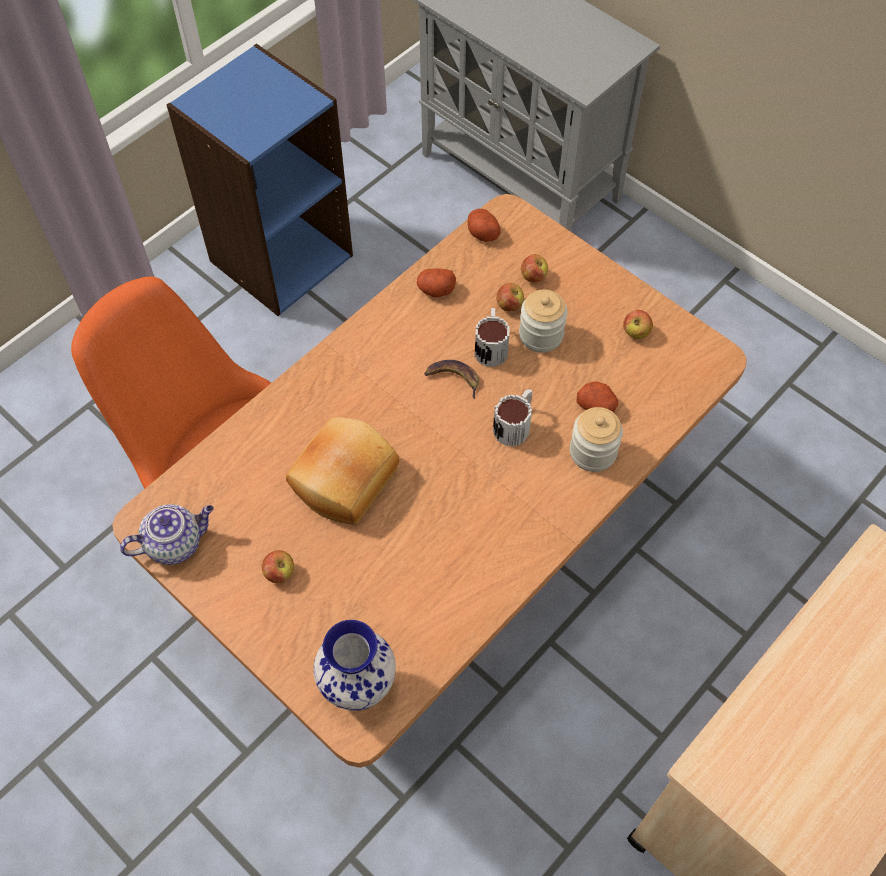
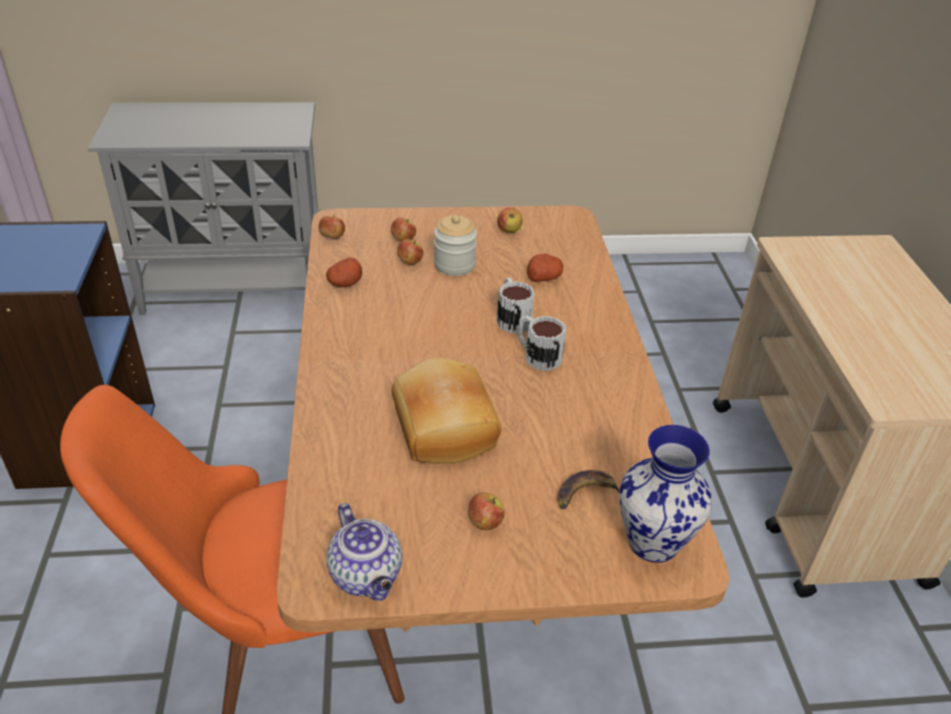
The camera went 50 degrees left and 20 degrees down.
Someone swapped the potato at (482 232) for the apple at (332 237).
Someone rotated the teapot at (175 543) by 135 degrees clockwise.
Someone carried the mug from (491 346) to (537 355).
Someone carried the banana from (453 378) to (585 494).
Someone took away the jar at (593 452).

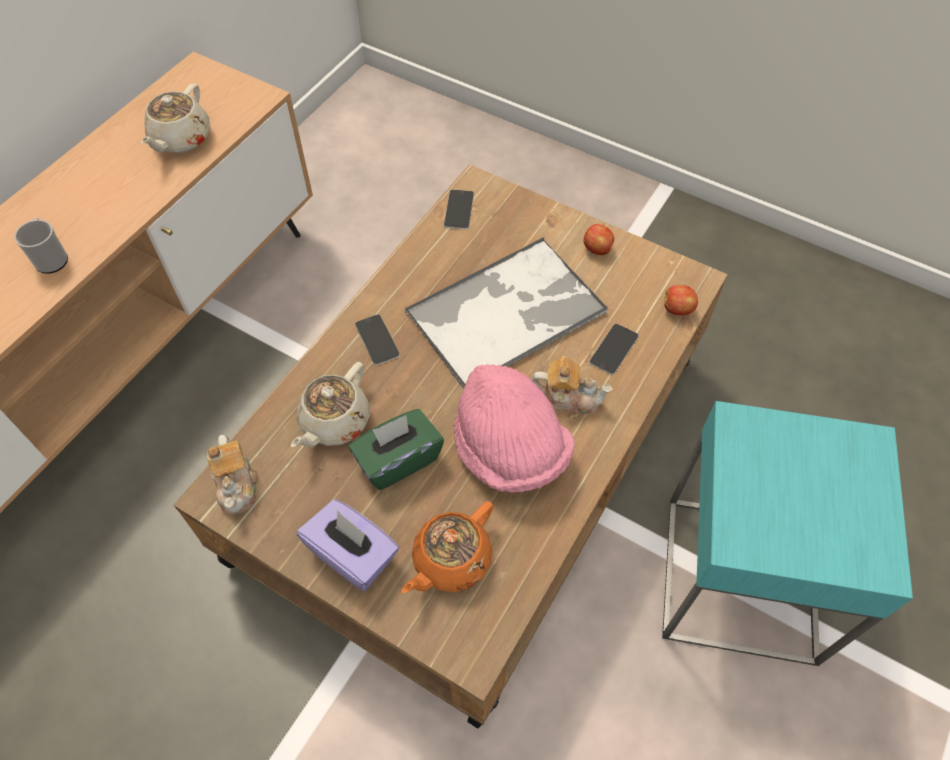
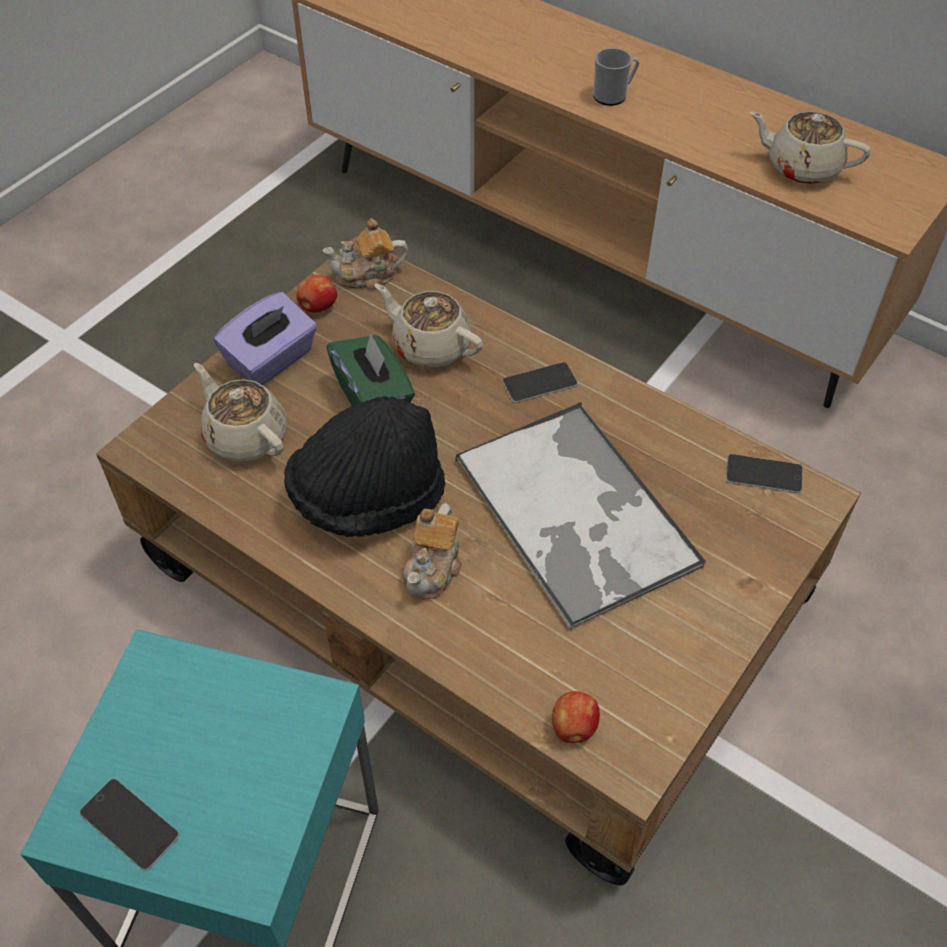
The camera went 95 degrees right and 5 degrees down.
Someone carried the phone from (614 349) to (129 824).
Someone repainted the teapot/orange at (450 560), which became the teapot/beige at (245 435).
Someone repainted the hat/pink at (509 450), which became the hat/black at (368 498).
Someone carried the apple from (597 249) to (318 307).

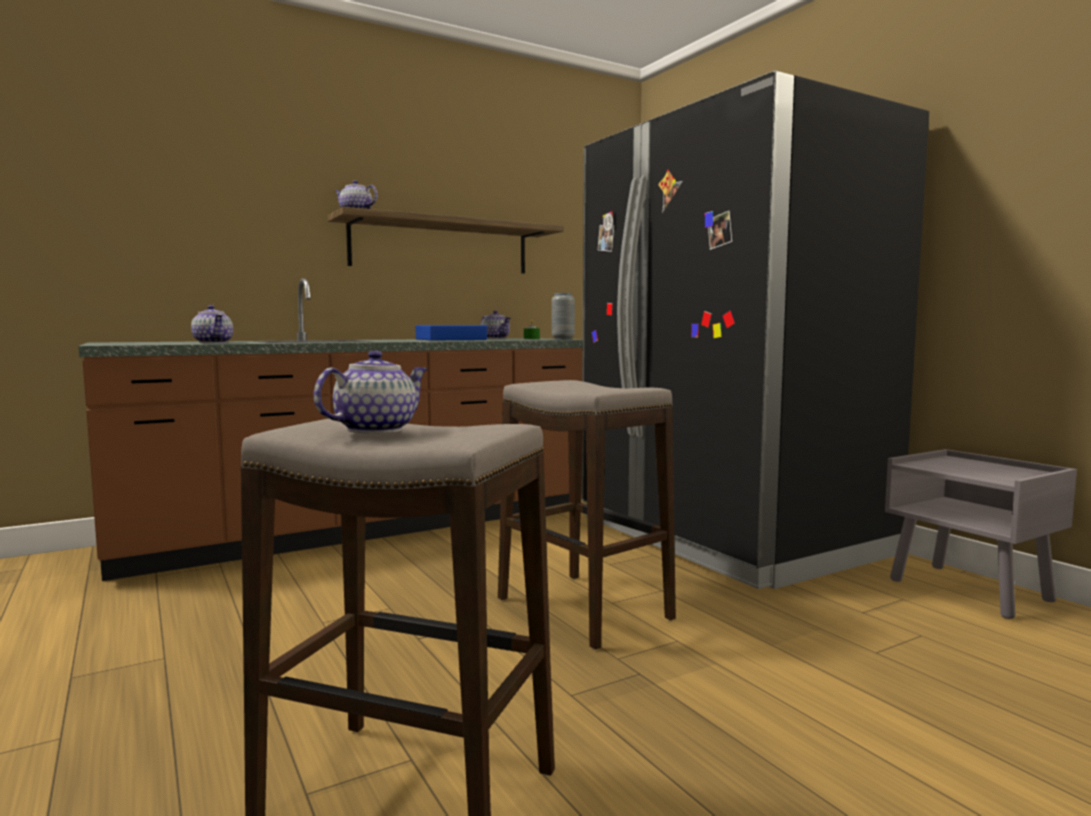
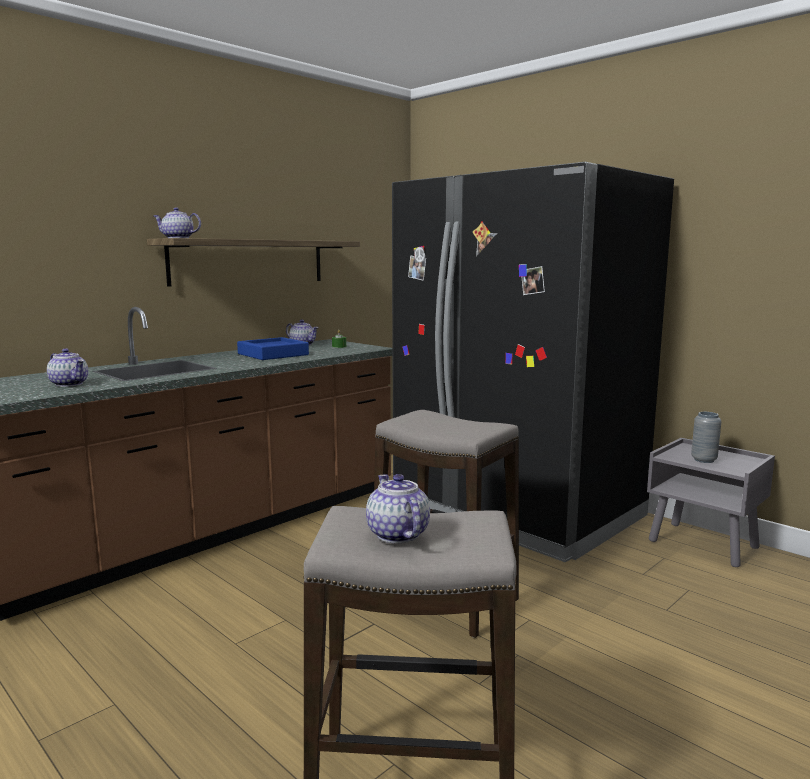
The camera went 15 degrees left and 5 degrees up.
Someone rotated the teapot at (376 429) by 45 degrees counterclockwise.
Someone carried the vase/grey from (563 339) to (704 460).

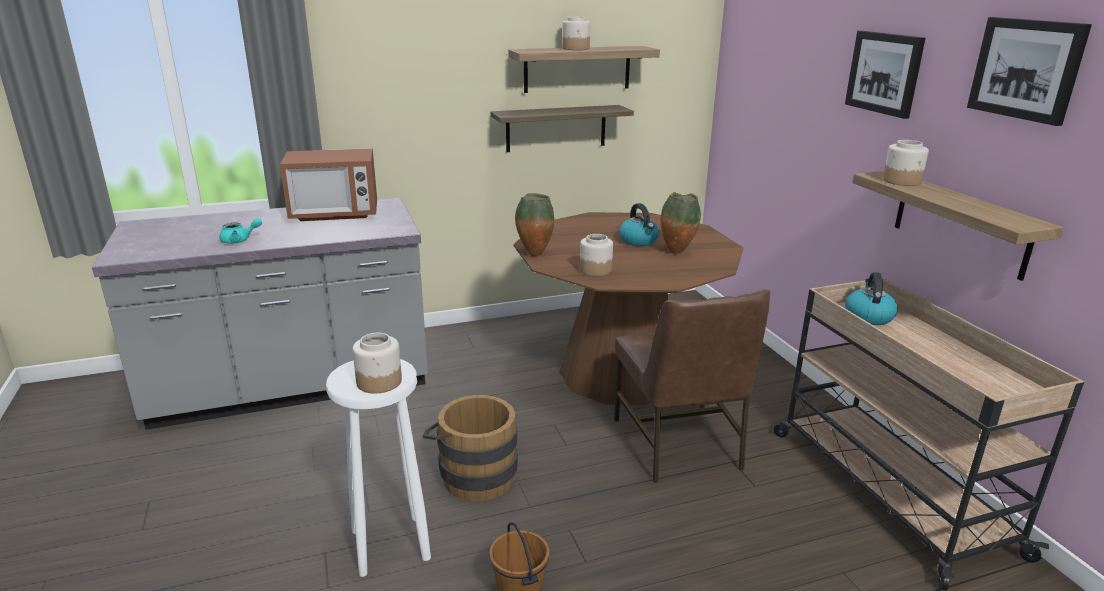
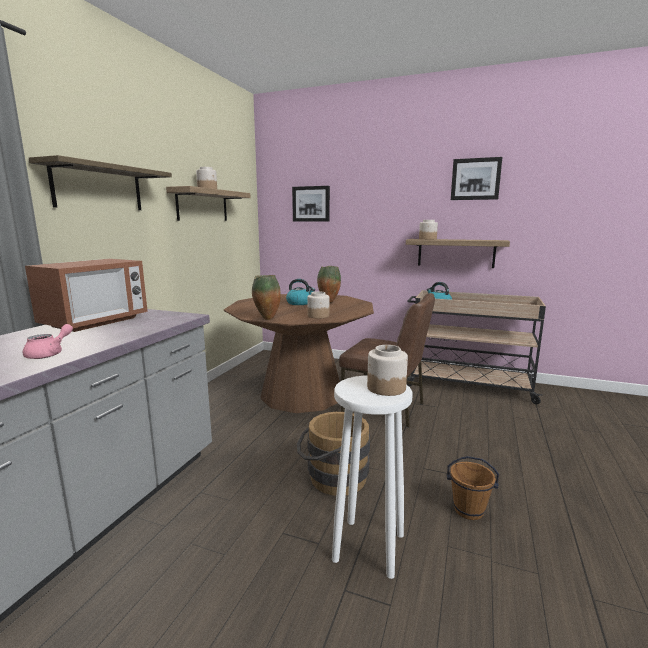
The camera went 50 degrees left and 10 degrees down.
Someone repainted the teapot/turquoise at (239 240), which became the teapot/pink at (50 354).
Someone carried the shelf from (556 128) to (99 188).
Someone carried the picture from (884 73) to (311 204).

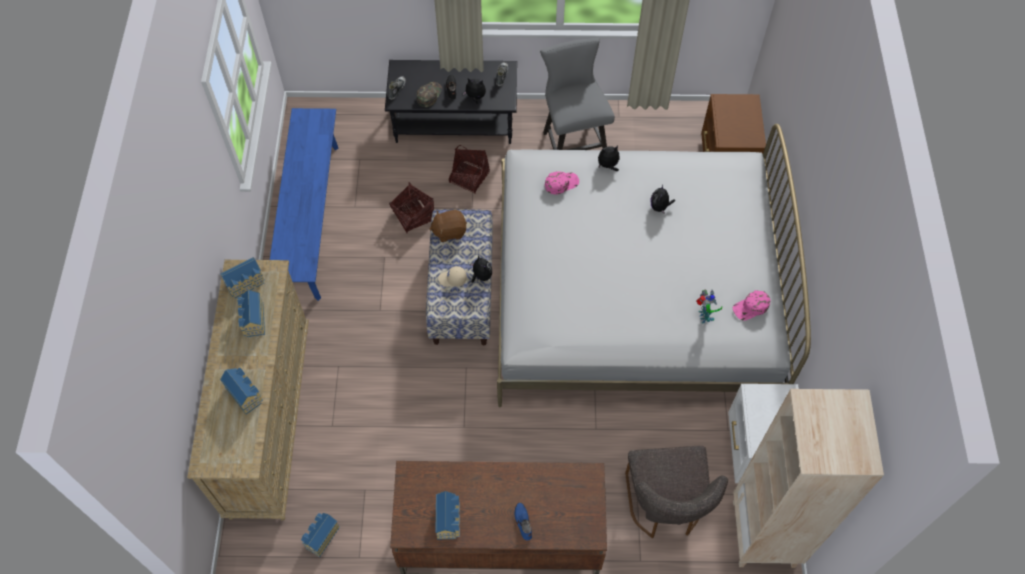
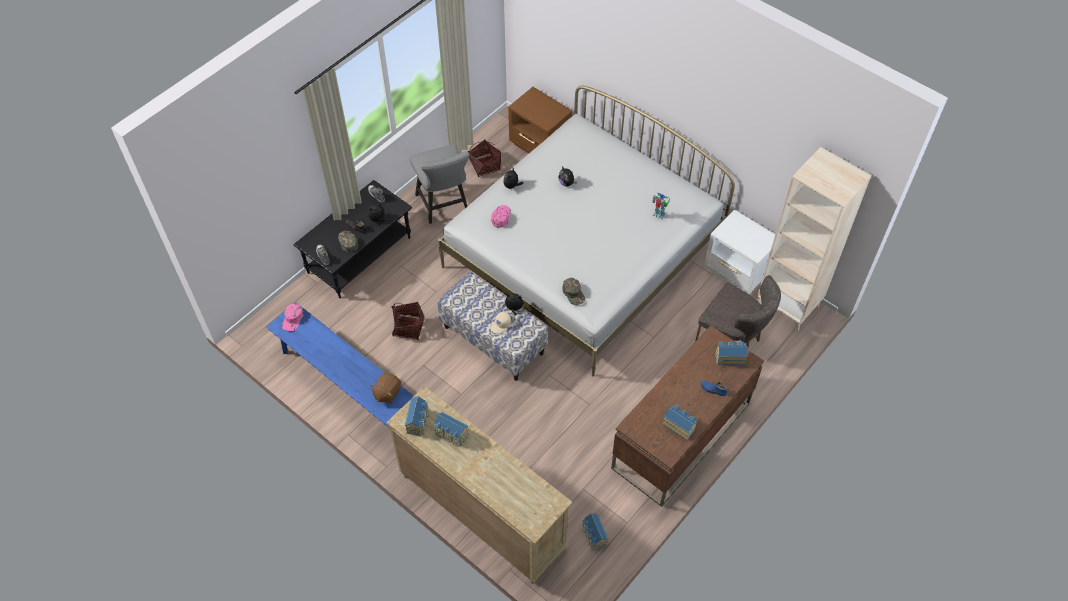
The camera went 50 degrees left and 5 degrees down.
Someone carried the cap/pink from (751 307) to (293 319).
Someone carried the plush toy/brown from (449 231) to (387 393).
Someone rotated the chair/grey at (572 142) by 135 degrees counterclockwise.
Someone carried the basket from (469 177) to (484 166).
Someone put down the cap/green at (573 293).
Someone carried the toy house from (245 393) to (729 357).

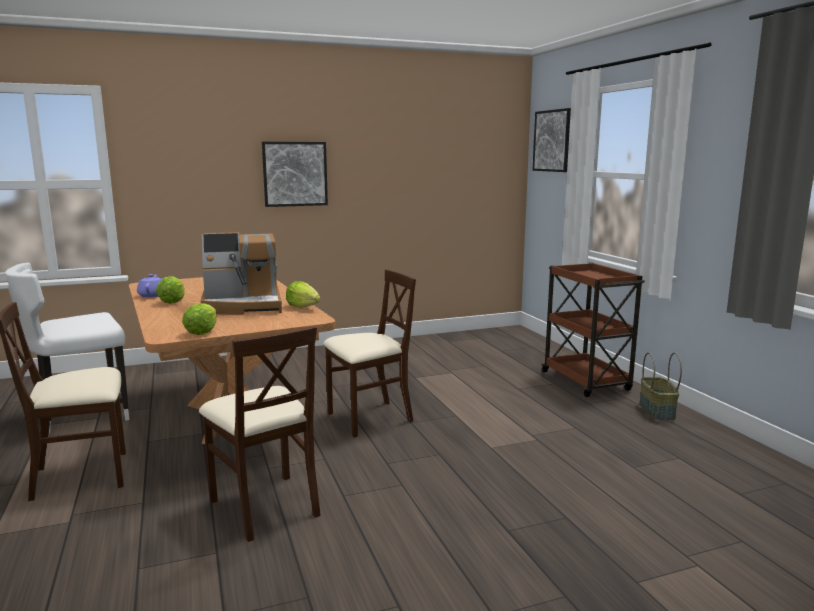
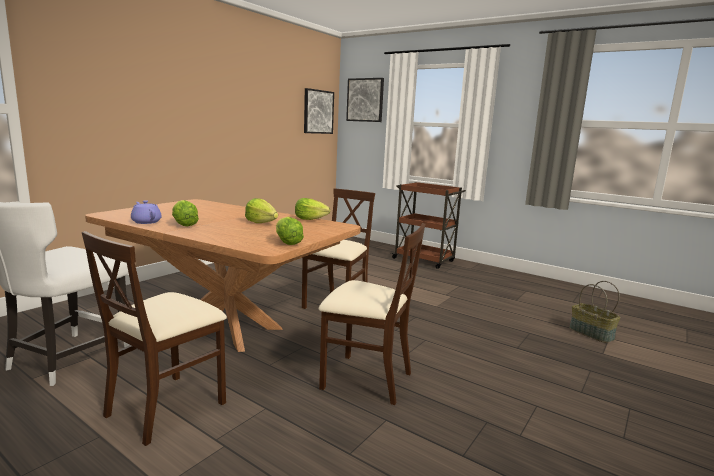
The camera went 35 degrees left and 0 degrees up.
Someone swapped the coffee machine at (243 306) for the lettuce at (261 222).
Someone carried the picture from (295 174) to (318 112).
Someone carried the basket from (656 410) to (590 333).

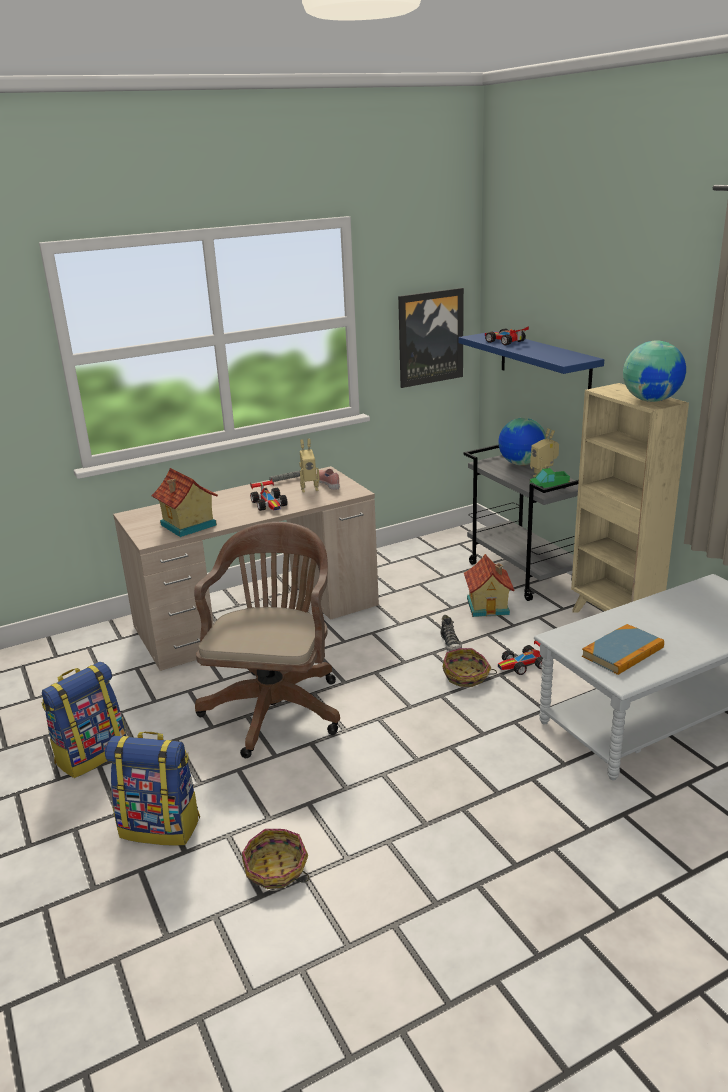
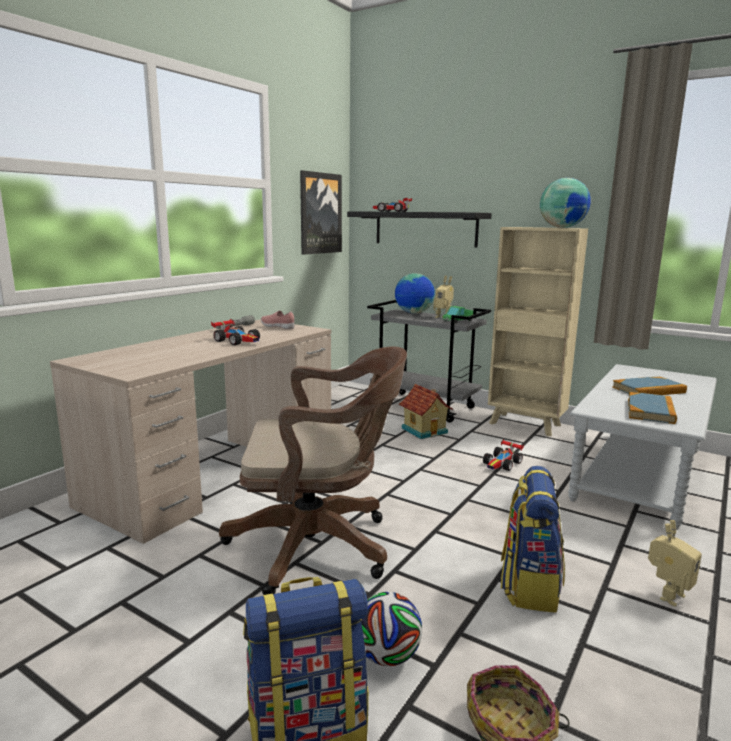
The camera went 30 degrees left and 10 degrees down.
Someone rotated the office chair/brown at (276 706) by 105 degrees clockwise.
Someone repainted the shelf/blue at (544 363), which became the shelf/black at (425 228).
Someone put down the football at (387 656).
Someone carried the backpack from (92 754) to (529 585).
Someone put down the book at (648 390).
Someone carried the toy robot from (309 488) to (667 595).
Someone took away the toy house at (187 525).
Someone took away the shoe at (451 644).
Someone took away the basket at (466 676).

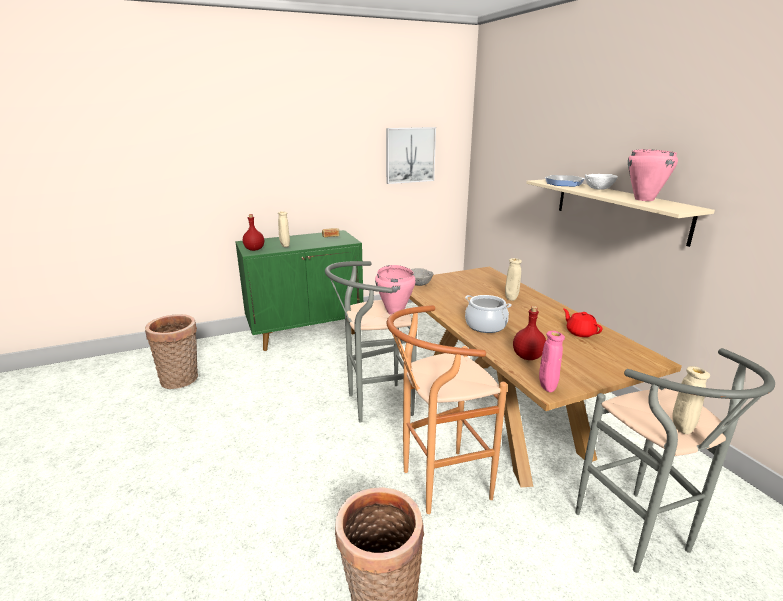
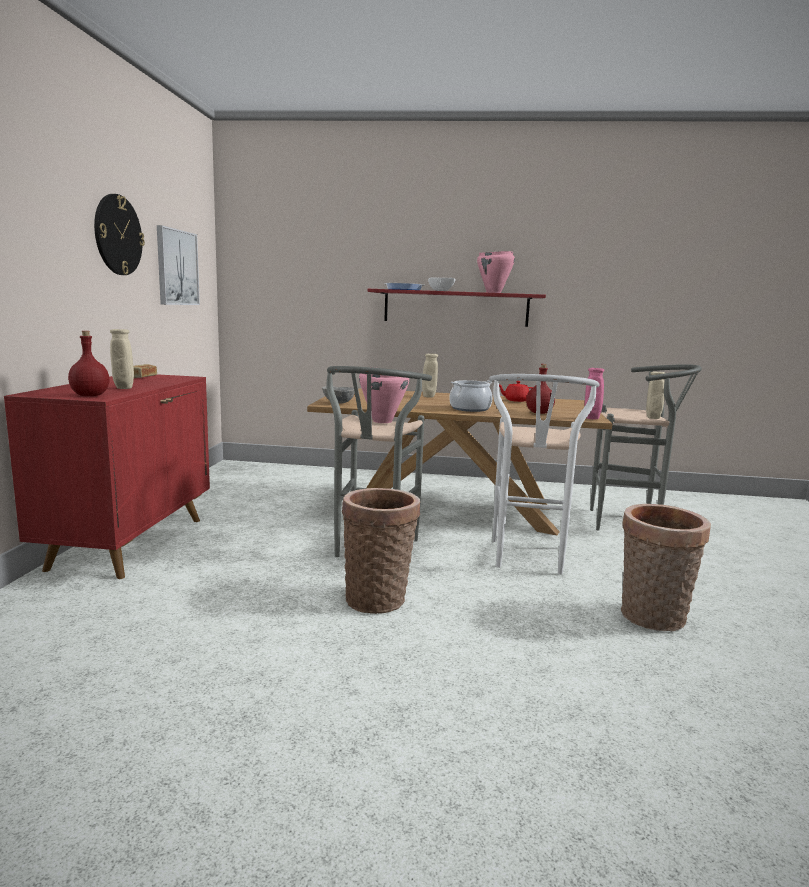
The camera went 60 degrees left and 10 degrees down.
Someone repainted the cabinet/green at (306 332), which became the cabinet/red at (130 542).
Someone put up the wall clock at (118 235).
Someone carried the basket from (181 380) to (378 598).
Someone repainted the shelf/beige at (618 208), which became the shelf/red at (456 308).
Someone repainted the stool/brown at (437 484), which became the stool/white at (528 560).

